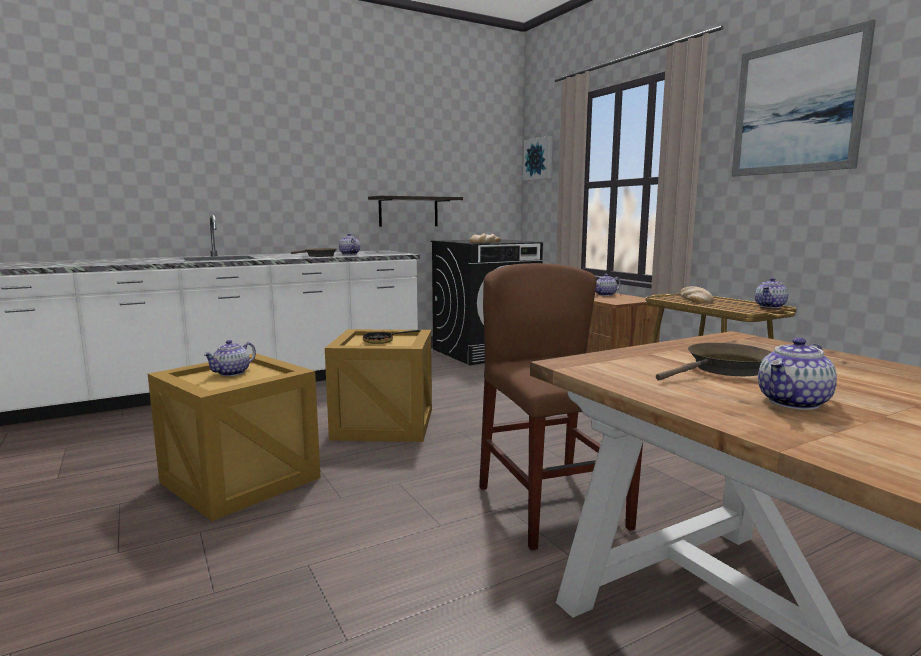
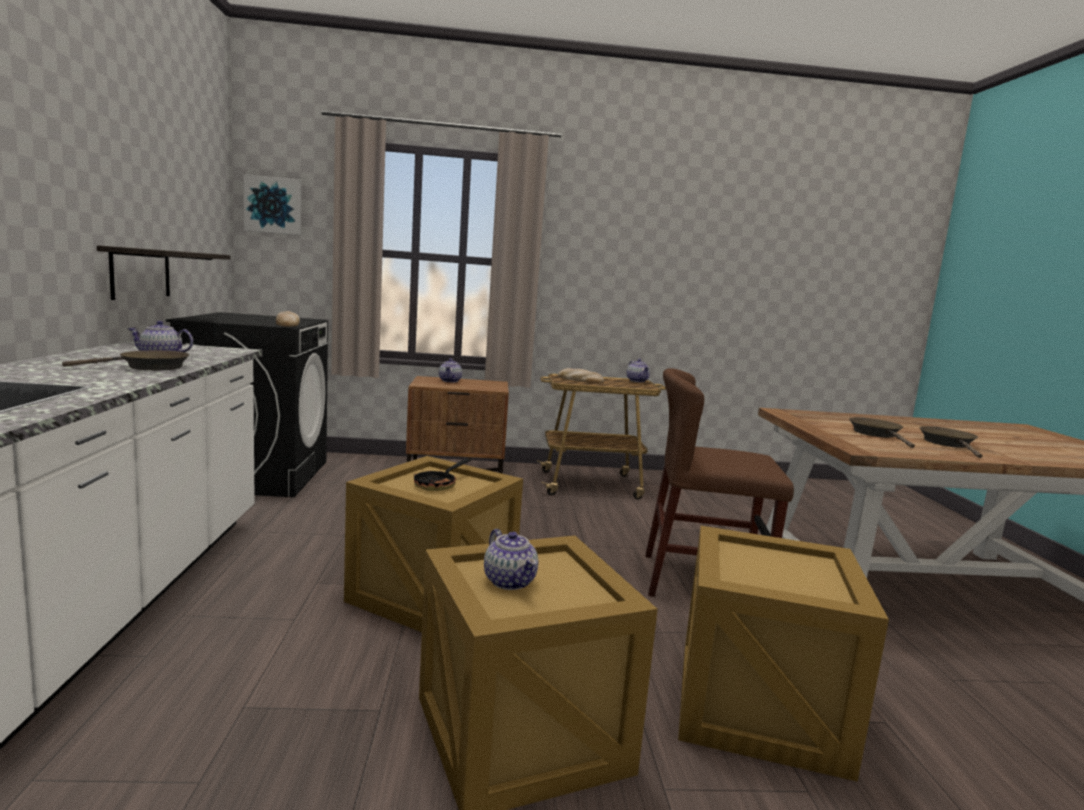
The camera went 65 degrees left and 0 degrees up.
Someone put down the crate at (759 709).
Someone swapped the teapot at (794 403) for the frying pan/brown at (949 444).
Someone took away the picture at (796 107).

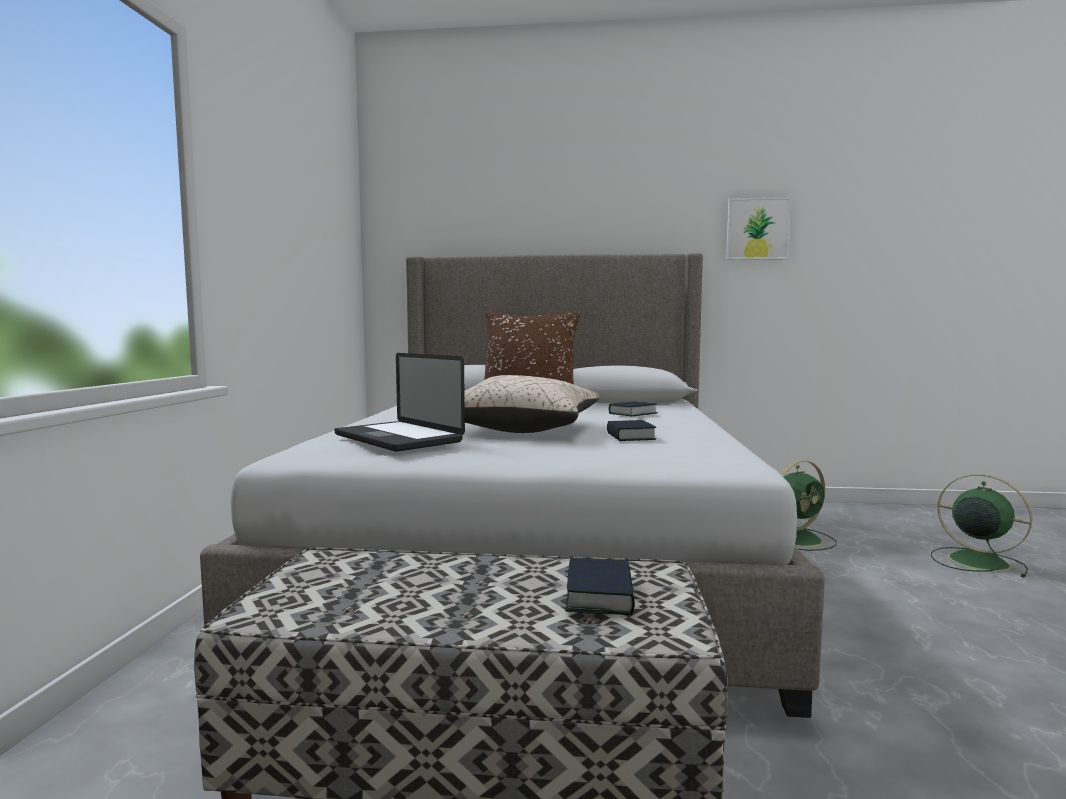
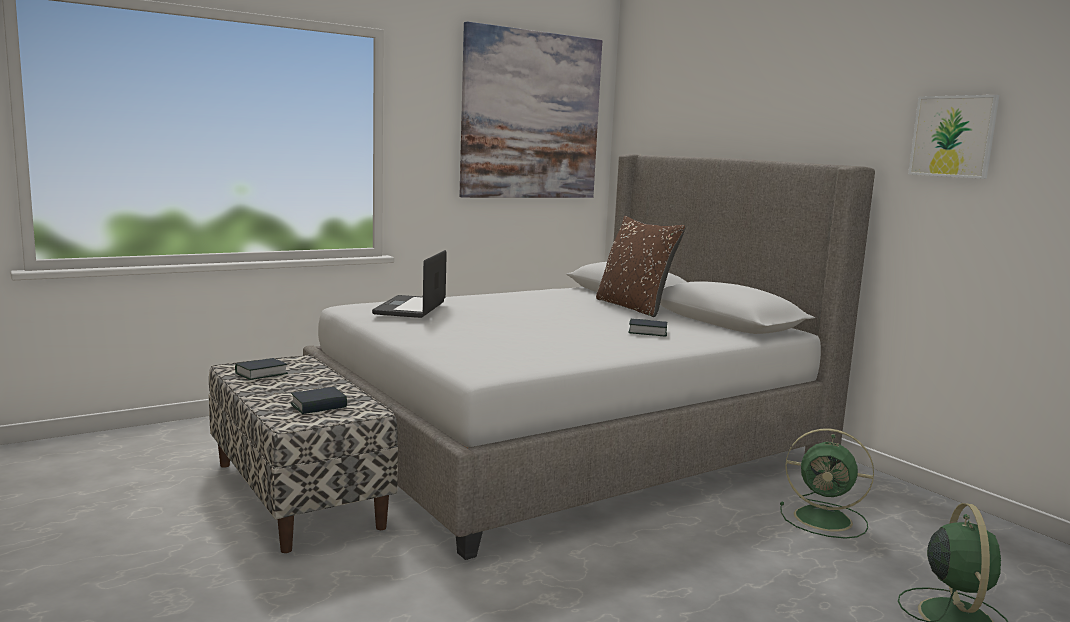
The camera went 50 degrees right and 5 degrees up.
Someone carried the book from (630 437) to (261 374).
Someone put up the picture at (531 116).
Someone took away the pillow/beige at (525 429).

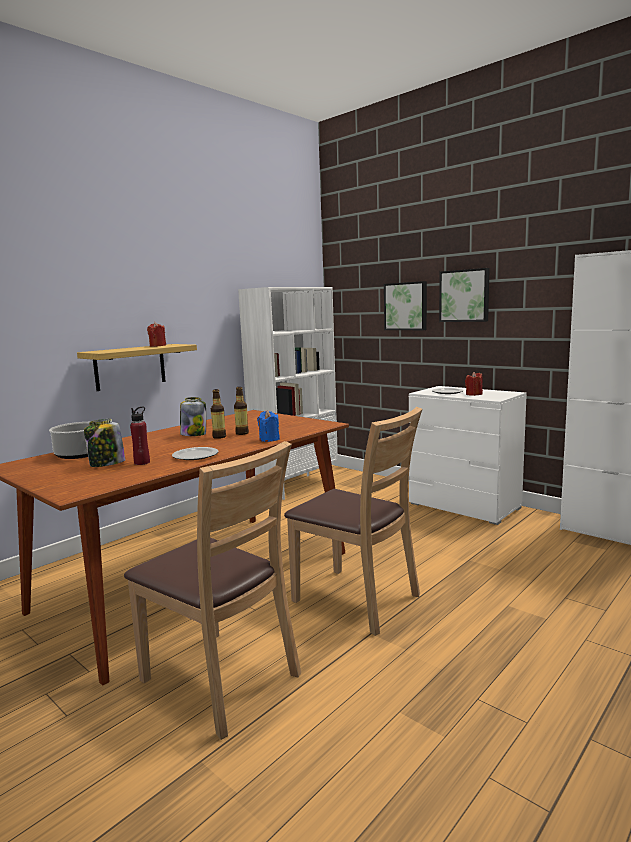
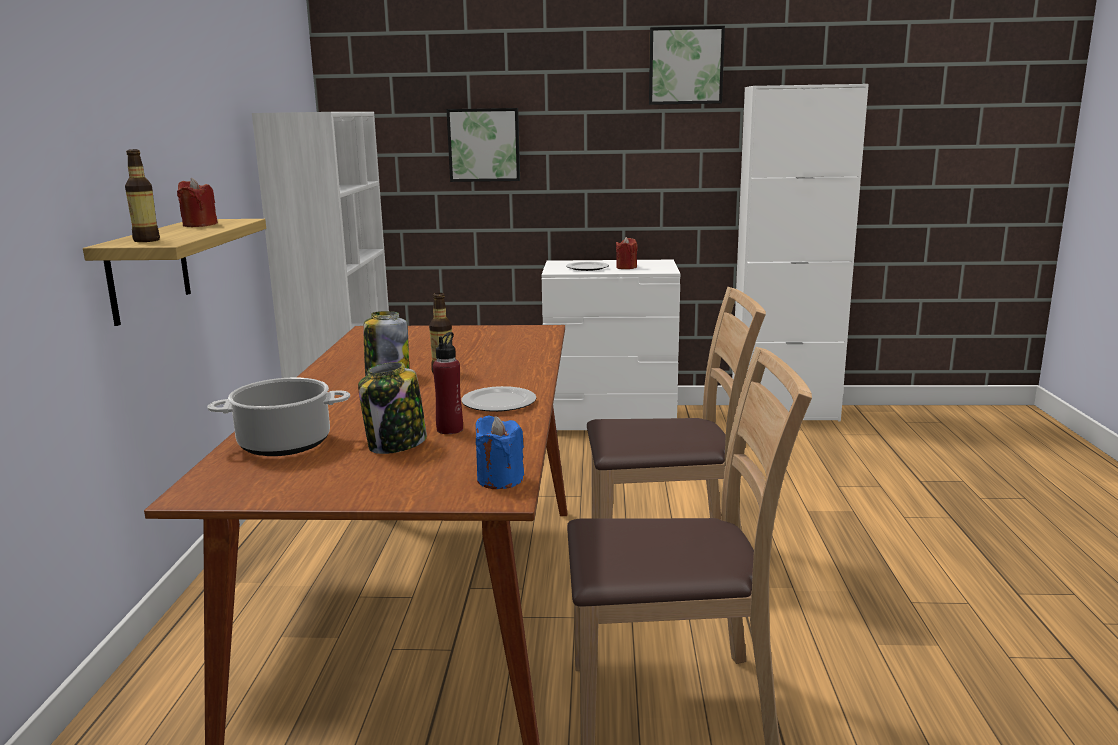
The camera went 40 degrees left and 5 degrees up.
Someone carried the bottle from (242 433) to (146 240).
Someone carried the candle/blue from (269 439) to (500 479).
Someone carried the picture from (465 295) to (685 66).

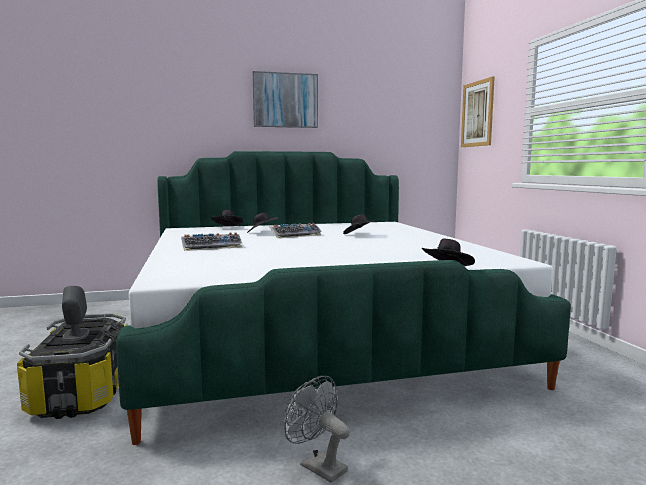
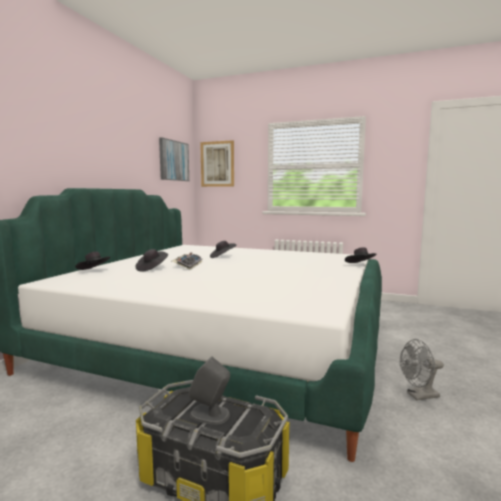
The camera went 55 degrees left and 0 degrees up.
Someone carried the picture from (285 100) to (173 160).
Someone took away the keyboard at (212 247).

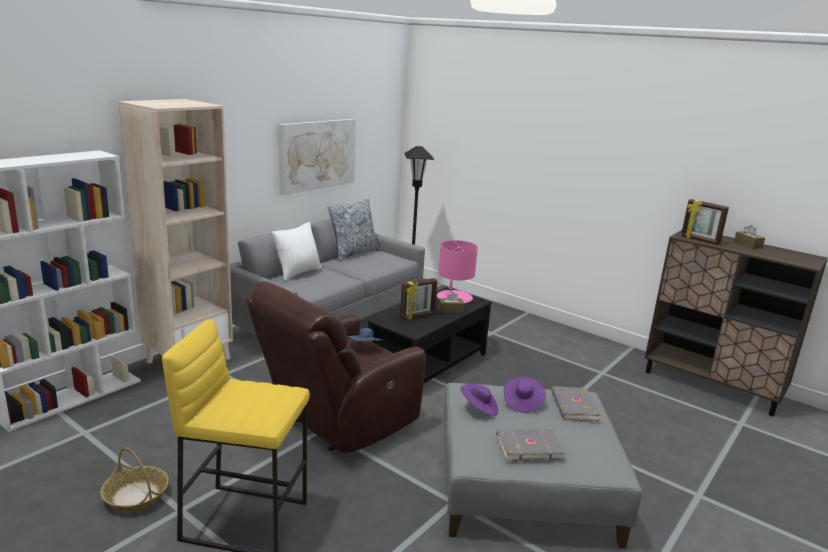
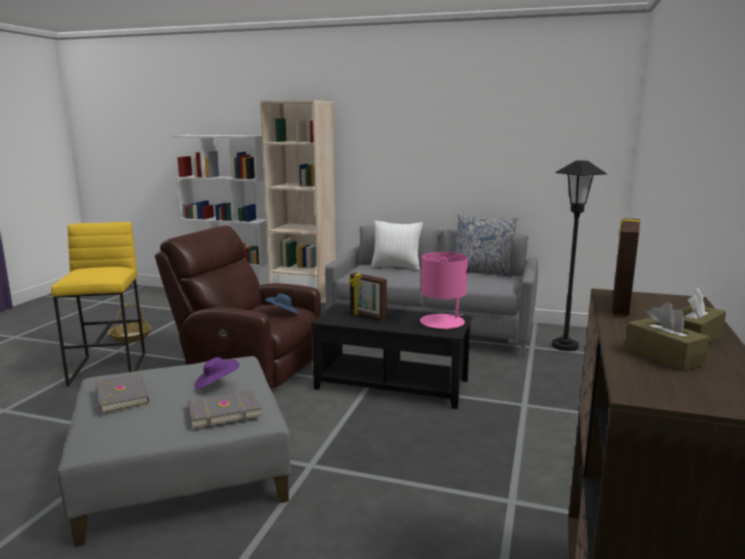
The camera went 70 degrees right and 5 degrees down.
Someone carried the tissue box/brown from (450 310) to (663 356).
Someone took away the picture at (317 155).
Someone took away the hat/purple at (479 408).

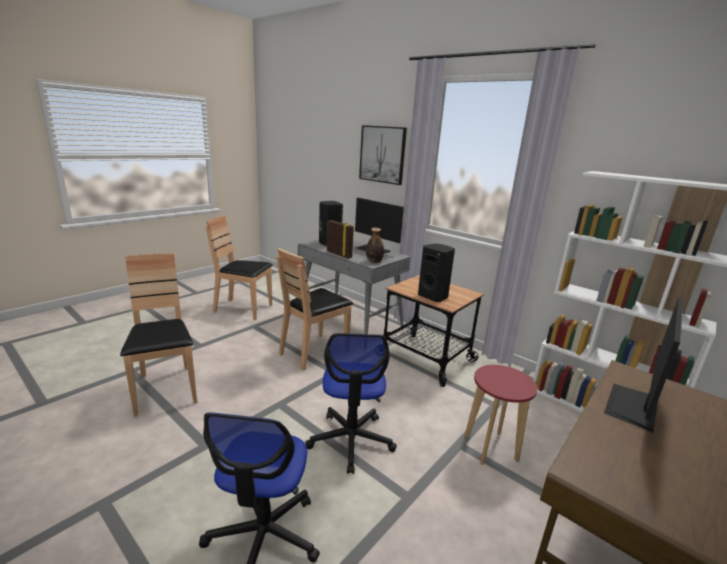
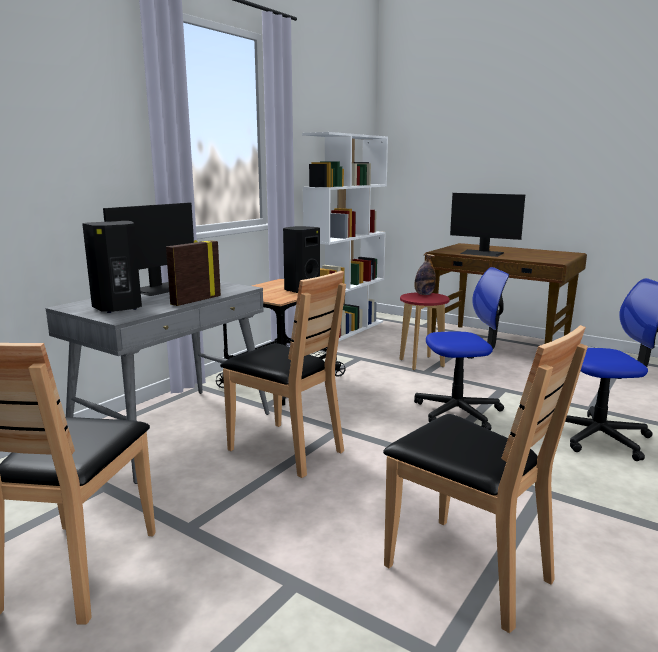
The camera went 95 degrees left and 5 degrees down.
Someone rotated the chair/brown at (166 389) by 105 degrees counterclockwise.
Someone carried the bottle from (374 262) to (424 294).
Someone took away the picture at (382 154).

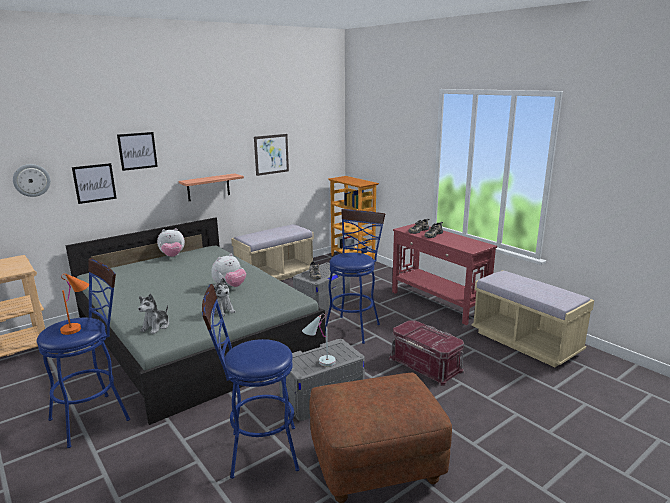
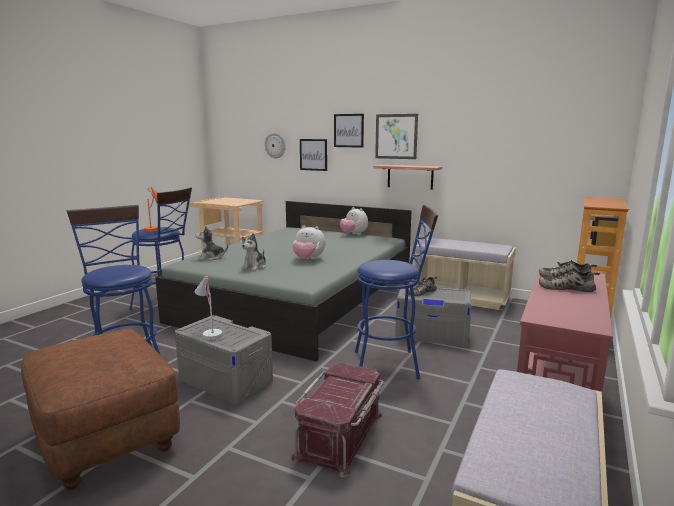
The camera went 65 degrees right and 5 degrees down.
Someone carried the picture from (271 154) to (396 136).

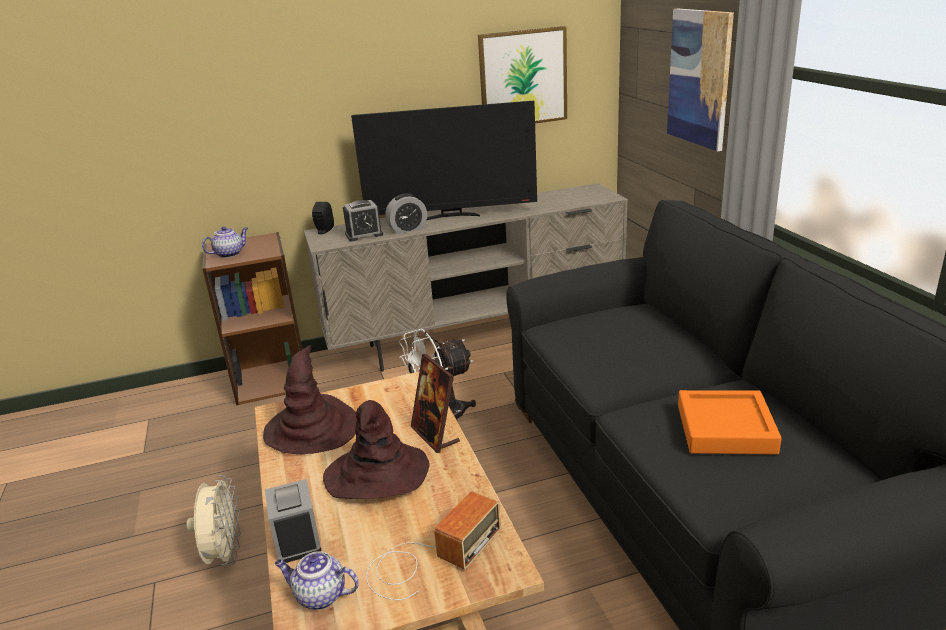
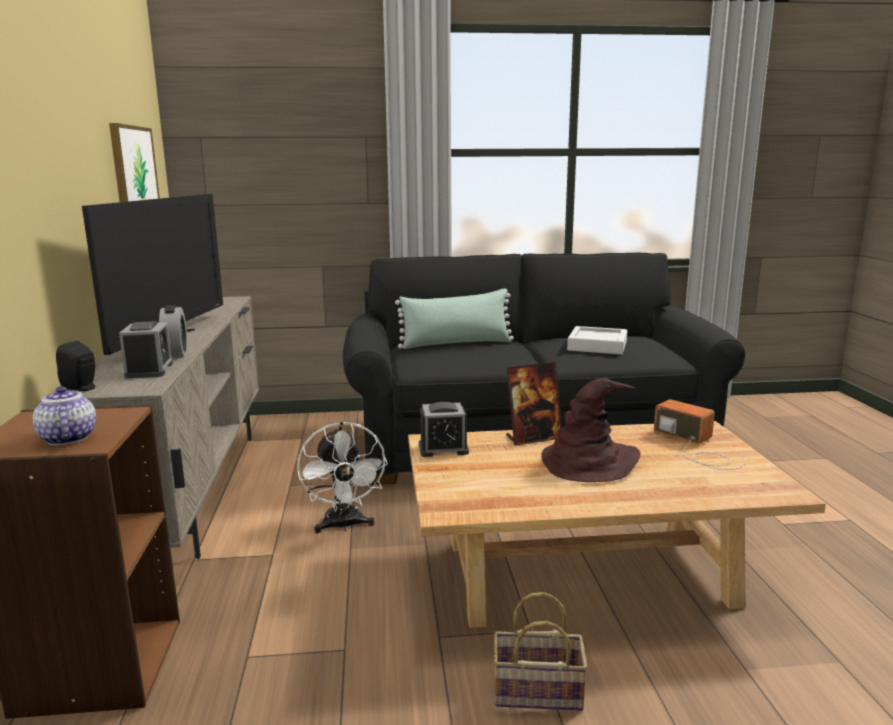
The camera went 80 degrees left and 10 degrees down.
Someone put down the pillow/green at (456 344).
Someone carried the alarm clock from (297 539) to (443 449).
Someone swapped the fan/beige at (224 555) for the basket at (535 693).
Someone repainted the tray/orange at (725 429), which became the tray/grey at (597 346).
Someone took away the hat/brown at (312 429).
Someone took away the teapot at (319 596).
Someone took away the picture at (699 78).

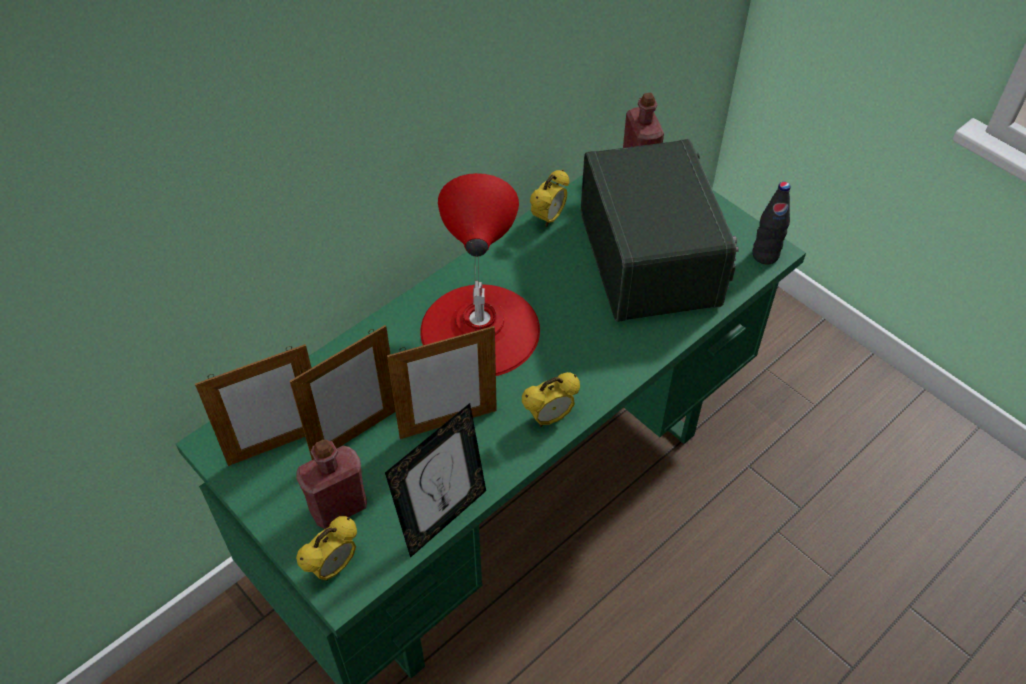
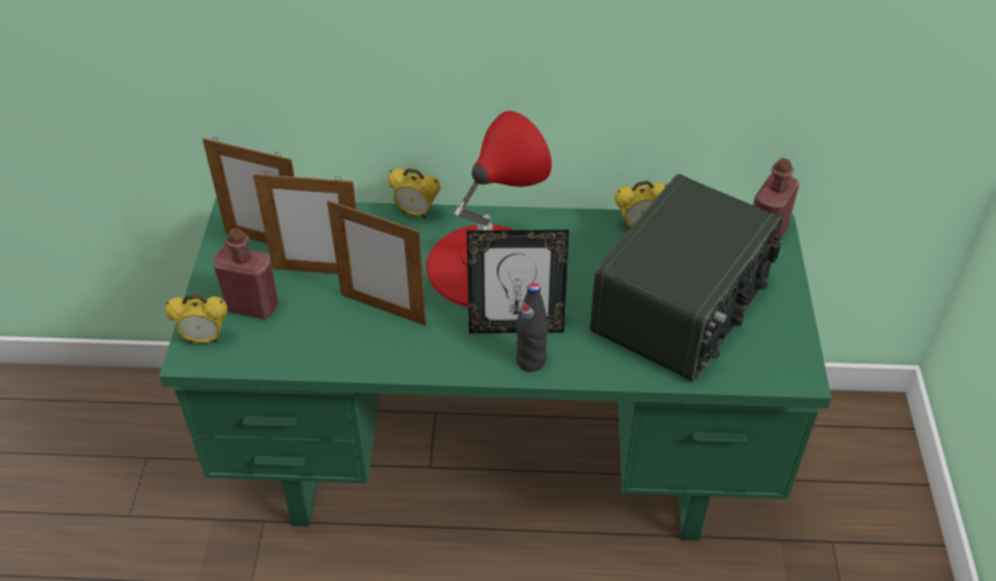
The camera went 45 degrees right and 5 degrees down.
Someone carried the alarm clock from (549 418) to (416 213).
Someone carried the picture frame from (443 518) to (516 326).
Someone carried the bottle/black from (765 255) to (531 361).

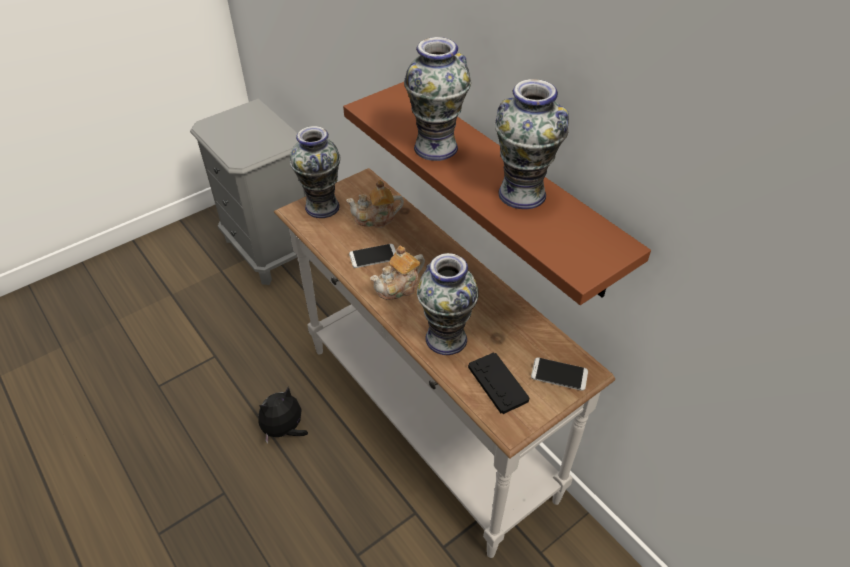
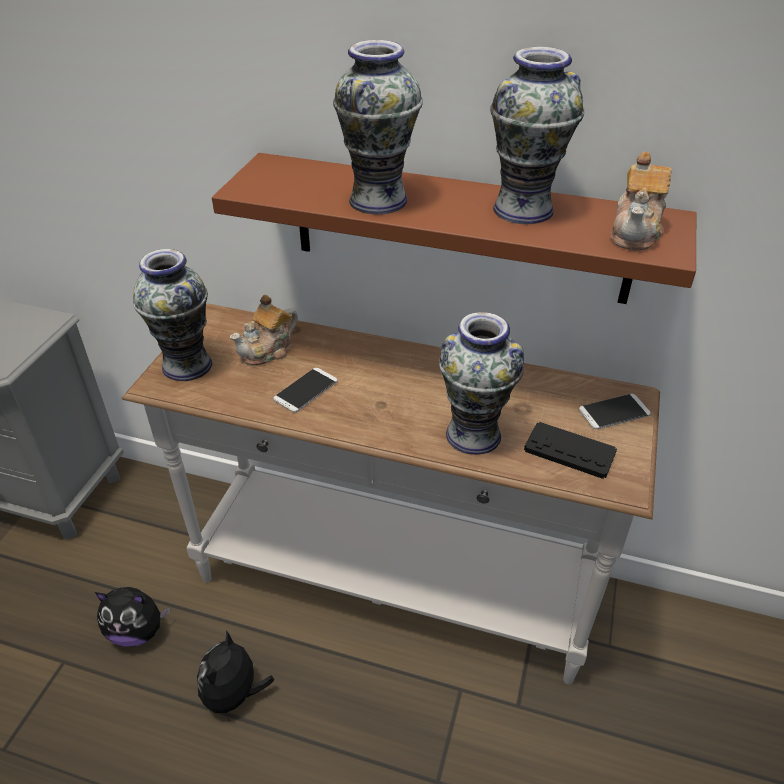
The camera went 35 degrees left and 5 degrees down.
Someone put down the plush toy at (138 631).
Someone carried the teapot from (399 287) to (636 232).

